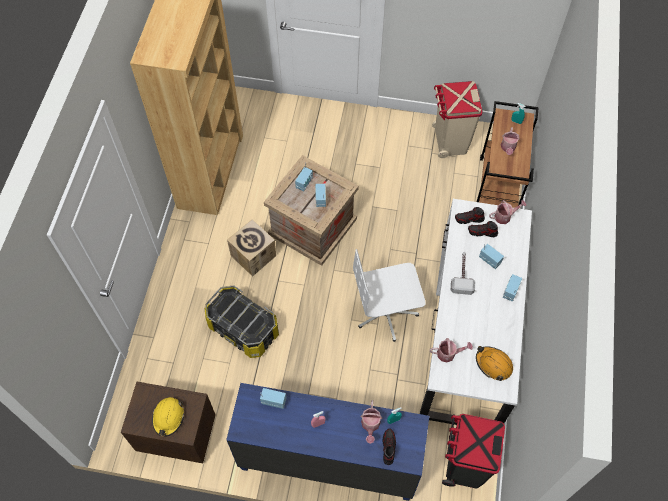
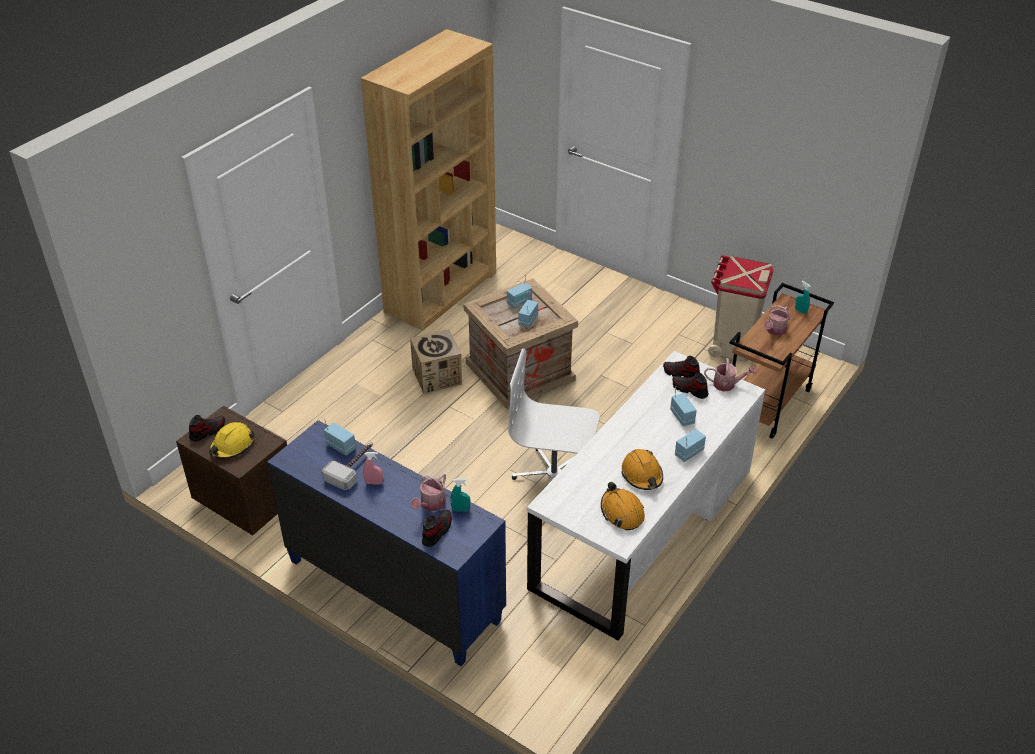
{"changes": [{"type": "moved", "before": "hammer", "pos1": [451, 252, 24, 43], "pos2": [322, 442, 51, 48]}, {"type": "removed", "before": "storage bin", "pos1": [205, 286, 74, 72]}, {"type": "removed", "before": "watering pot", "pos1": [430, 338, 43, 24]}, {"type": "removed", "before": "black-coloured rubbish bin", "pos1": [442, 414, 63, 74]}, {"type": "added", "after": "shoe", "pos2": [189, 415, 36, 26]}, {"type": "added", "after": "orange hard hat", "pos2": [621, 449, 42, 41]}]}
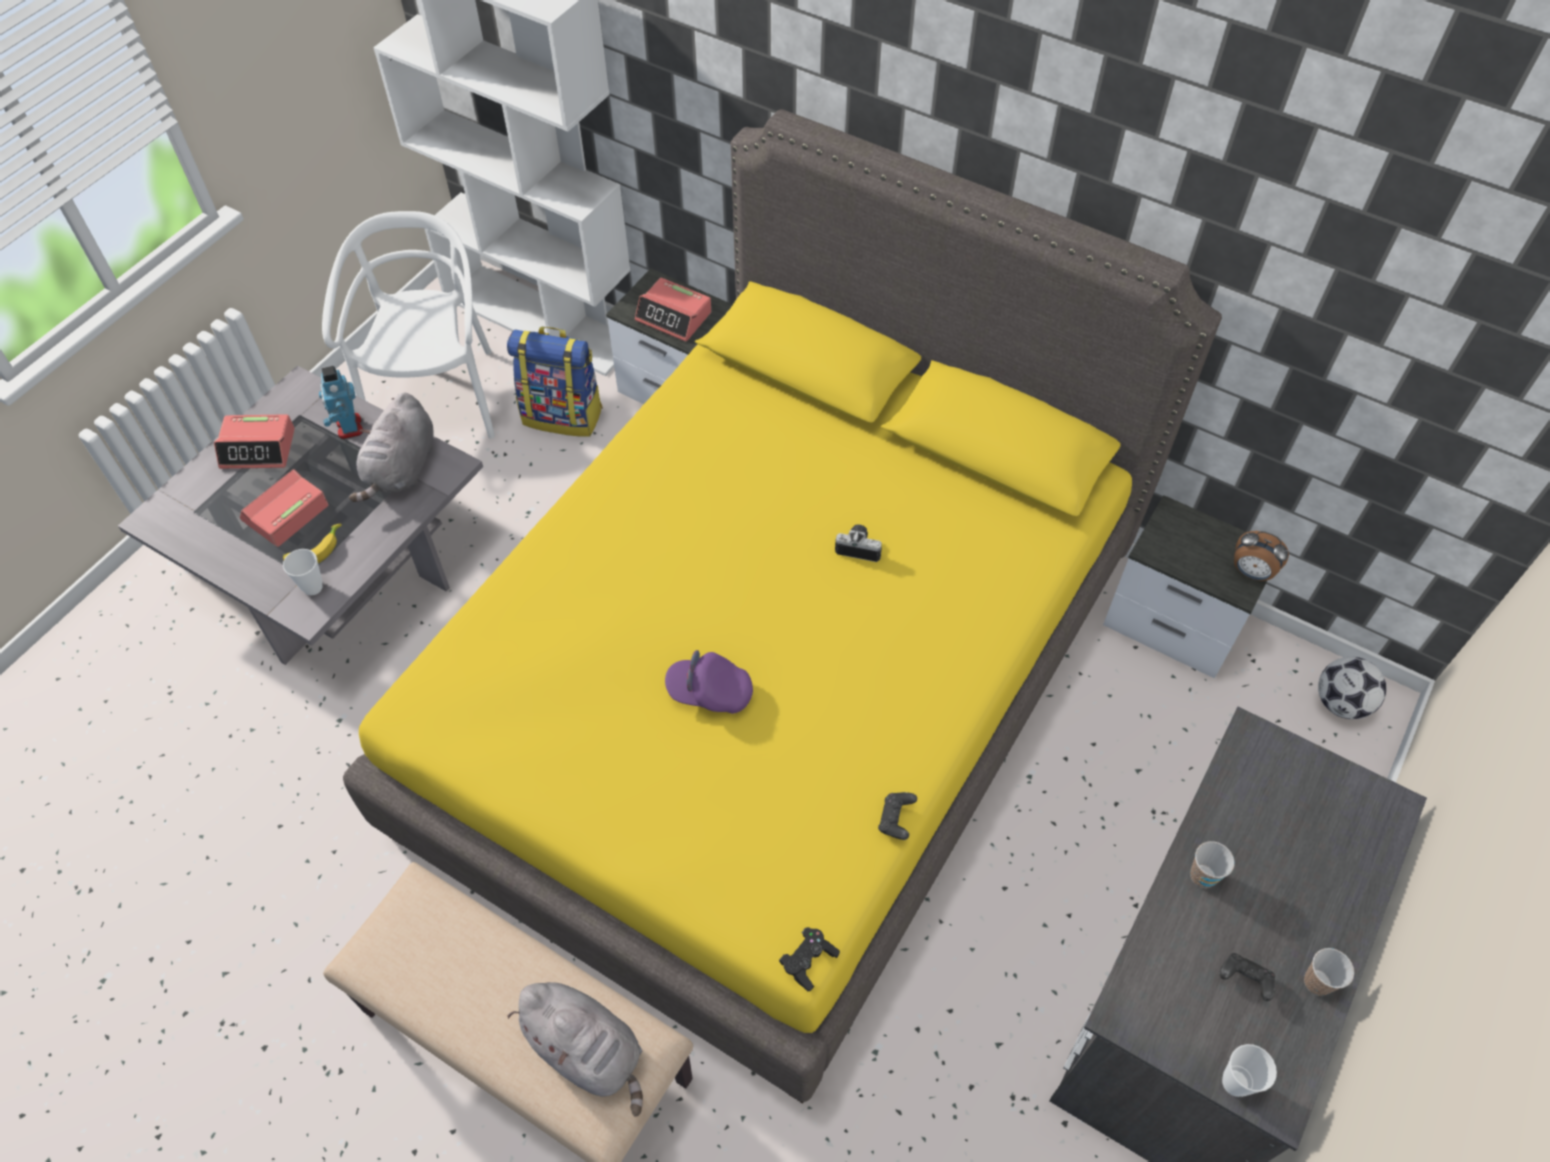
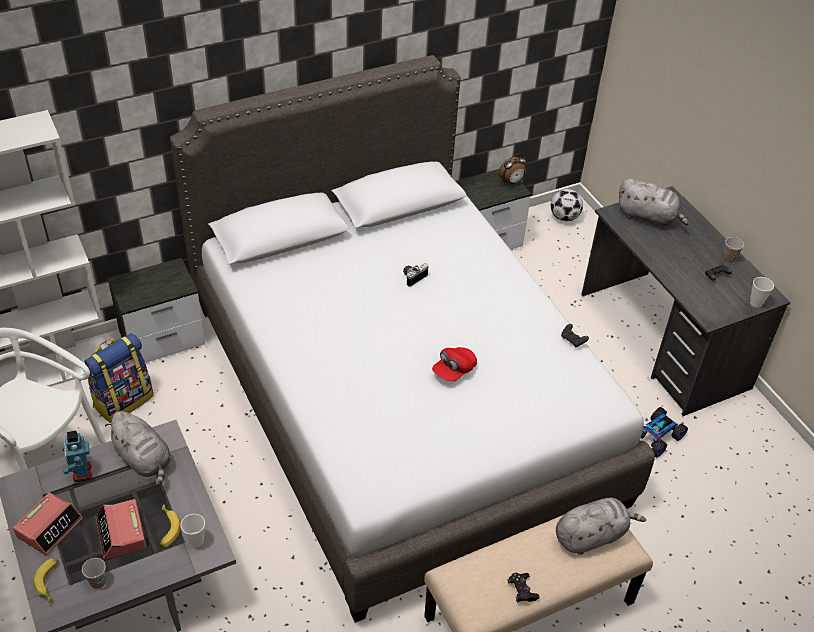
{"changes": [{"type": "recoloured", "before": "yellowish sleeping bed", "after": "greyish sleeping bed", "pos1": [343, 109, 879, 995], "pos2": [170, 55, 485, 568]}, {"type": "removed", "before": "bedside clock", "pos1": [635, 278, 76, 64]}, {"type": "turned", "before": "toy robot", "pos1": [319, 366, 44, 73], "pos2": [62, 431, 30, 51], "turn": 60}, {"type": "recoloured", "before": "purple cap", "after": "reddish cap", "pos1": [665, 650, 88, 64], "pos2": [432, 347, 45, 34]}, {"type": "moved", "before": "small cup", "pos1": [1190, 841, 45, 47], "pos2": [82, 558, 24, 31]}, {"type": "moved", "before": "black-coloured game controller", "pos1": [779, 927, 61, 65], "pos2": [507, 573, 32, 30]}, {"type": "added", "after": "greyish cuddly toy", "pos2": [618, 178, 71, 49]}, {"type": "added", "after": "miniature car", "pos2": [641, 407, 47, 50]}, {"type": "added", "after": "banana fruit", "pos2": [33, 558, 26, 45]}]}
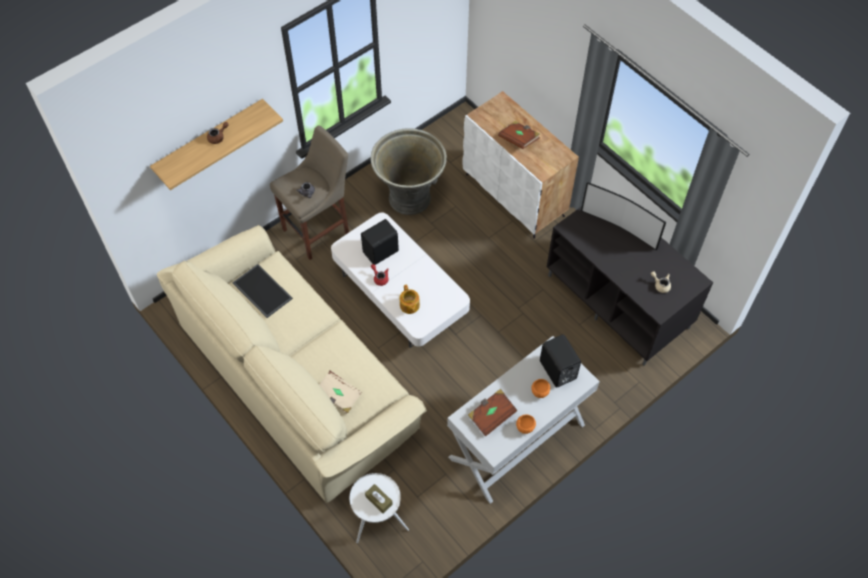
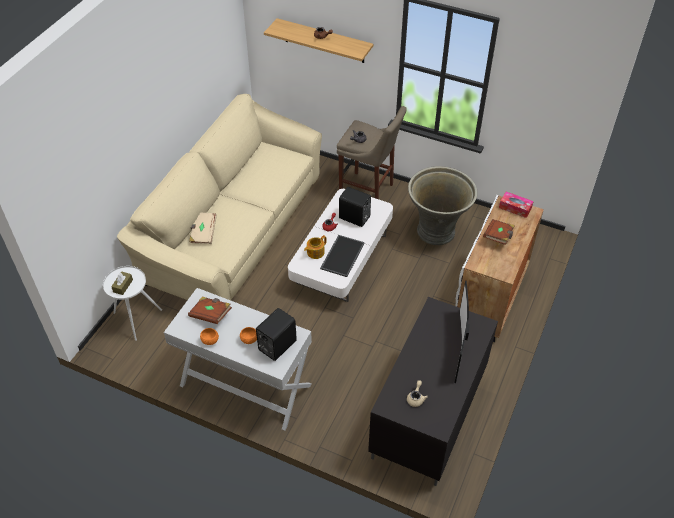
{"changes": [{"type": "moved", "before": "carrying tray", "pos1": [232, 264, 61, 54], "pos2": [320, 235, 45, 42]}, {"type": "added", "after": "tissue holder", "pos2": [499, 192, 35, 26]}]}
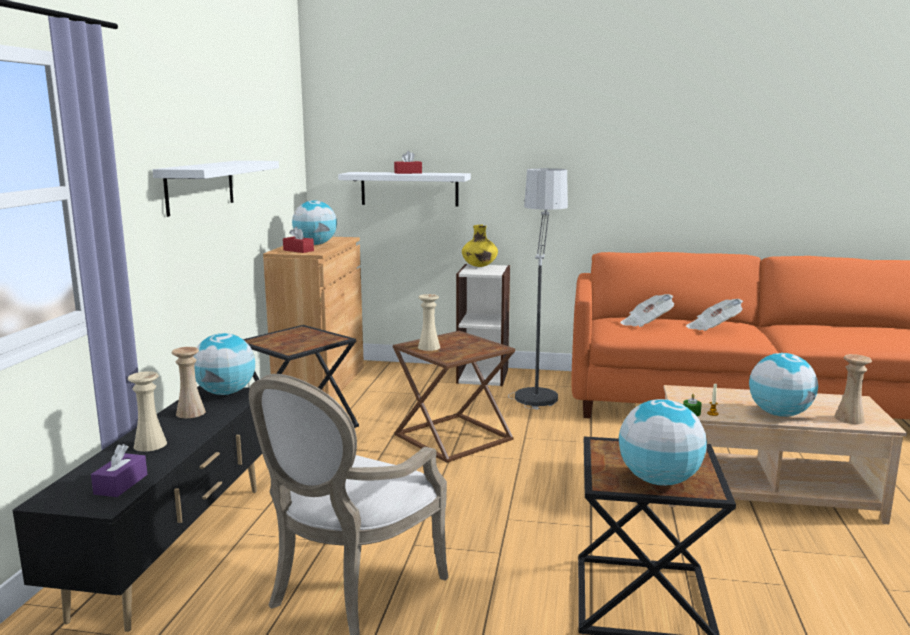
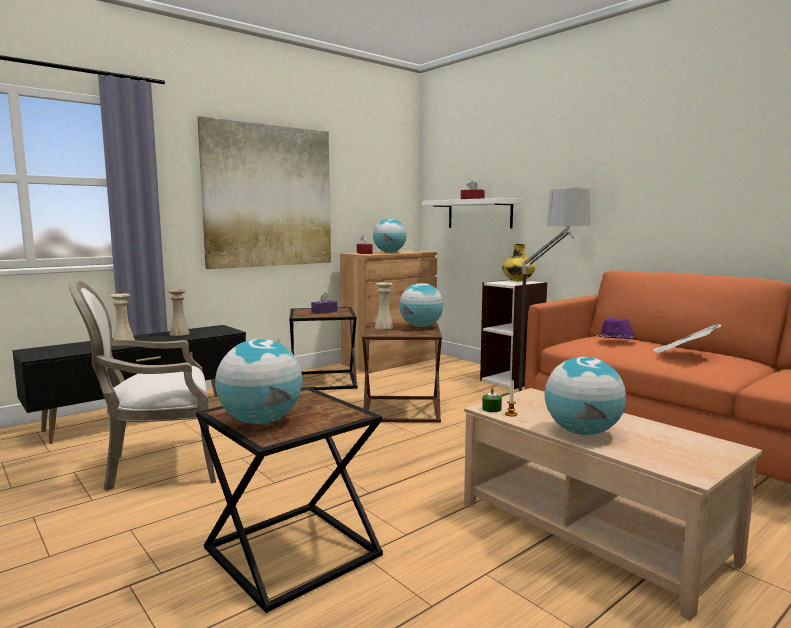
{"changes": [{"type": "replaced", "before": "whitish wall shelf", "after": "picture", "pos1": [152, 161, 127, 56], "pos2": [197, 116, 134, 153]}, {"type": "replaced", "before": "daily paper", "after": "purple hat", "pos1": [620, 294, 54, 33], "pos2": [597, 318, 42, 22]}, {"type": "moved", "before": "world globe", "pos1": [193, 333, 62, 62], "pos2": [399, 283, 44, 44]}, {"type": "removed", "before": "beige-coloured decorative vase", "pos1": [834, 354, 38, 70]}, {"type": "moved", "before": "purple tissue holder", "pos1": [91, 444, 56, 53], "pos2": [311, 292, 26, 22]}]}
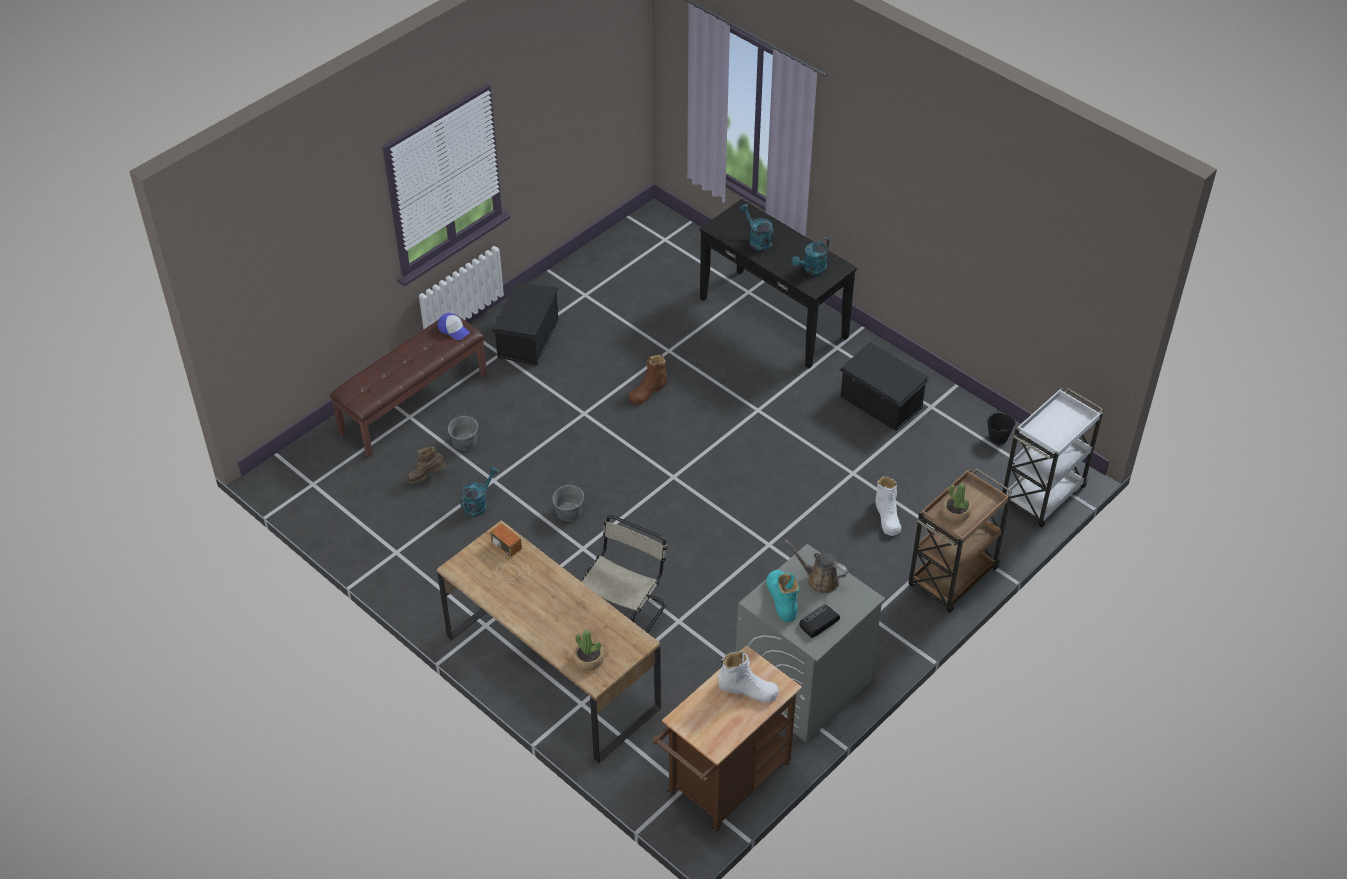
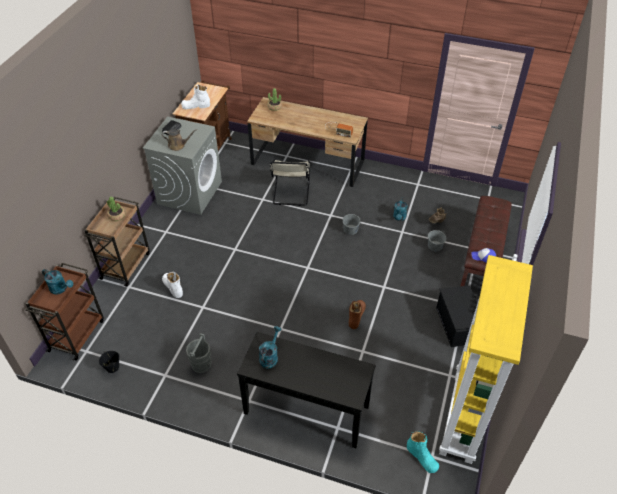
{"changes": [{"type": "moved", "before": "turquoise-coloured watering pot", "pos1": [740, 204, 34, 47], "pos2": [42, 269, 31, 26]}, {"type": "replaced", "before": "black-coloured storage bin", "after": "greyish pail", "pos1": [839, 342, 90, 89], "pos2": [186, 333, 25, 40]}, {"type": "recoloured", "before": "whitish wheeled cart", "after": "brown-coloured wheeled cart", "pos1": [1002, 388, 102, 140], "pos2": [25, 263, 79, 98]}, {"type": "moved", "before": "turquoise-coloured boot", "pos1": [766, 570, 33, 52], "pos2": [407, 431, 32, 42]}, {"type": "added", "after": "yellowish shelving unit", "pos2": [439, 255, 94, 209]}]}
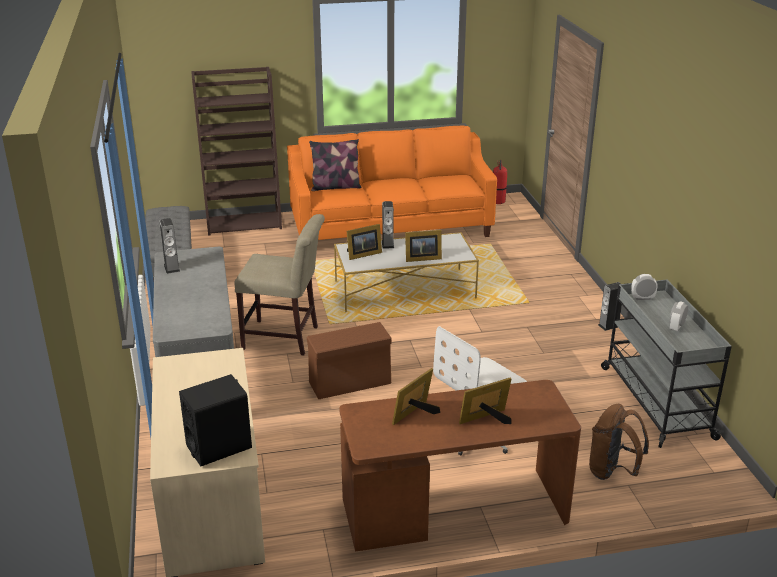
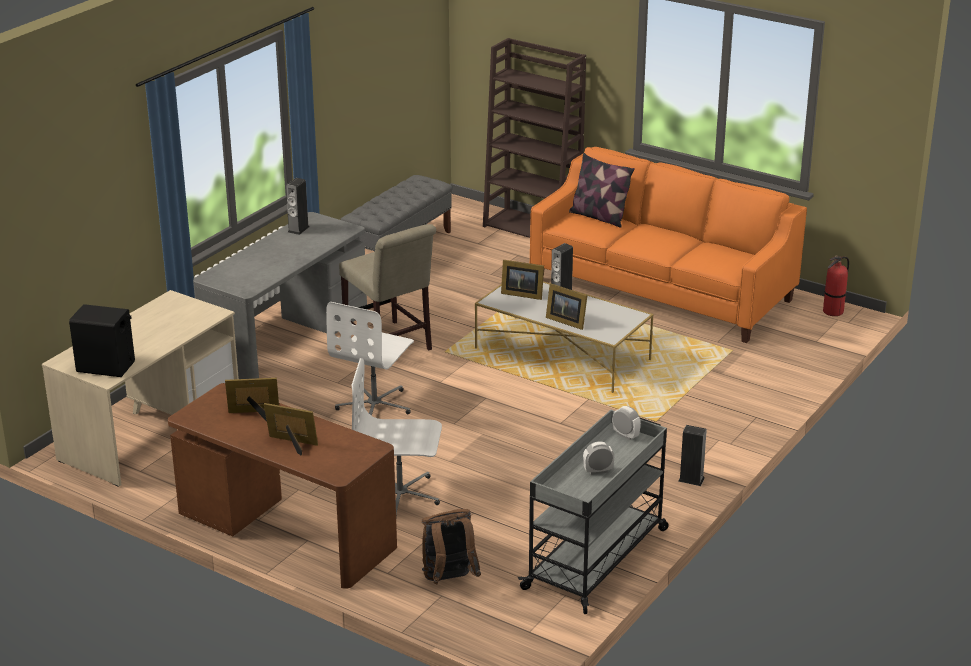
{"changes": [{"type": "replaced", "before": "brown-coloured storage bin", "after": "whitish desk chair", "pos1": [307, 322, 85, 77], "pos2": [326, 302, 88, 114]}]}
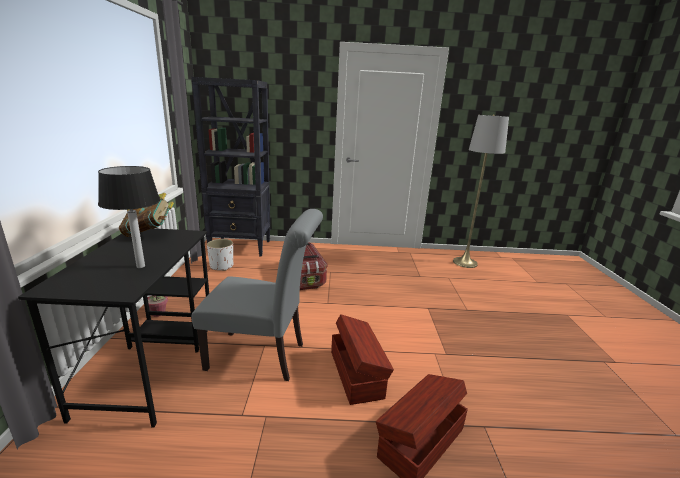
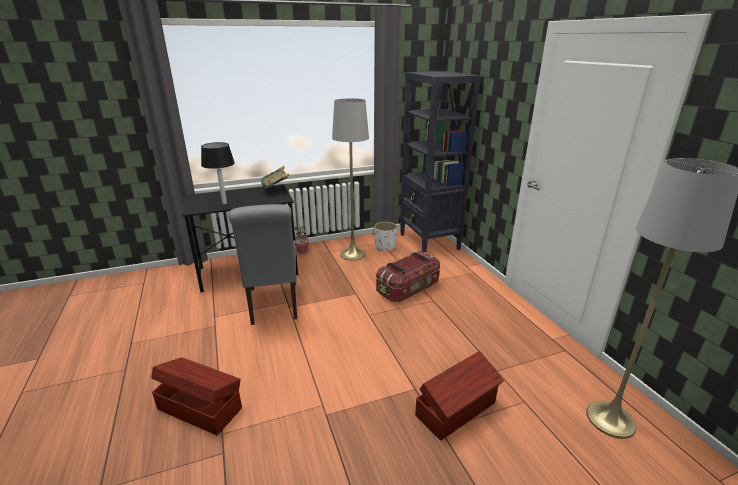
{"changes": [{"type": "moved", "before": "brown-coloured storage bin", "pos1": [331, 314, 63, 91], "pos2": [415, 351, 89, 90]}, {"type": "added", "after": "greyish floor lamp", "pos2": [332, 98, 37, 163]}]}
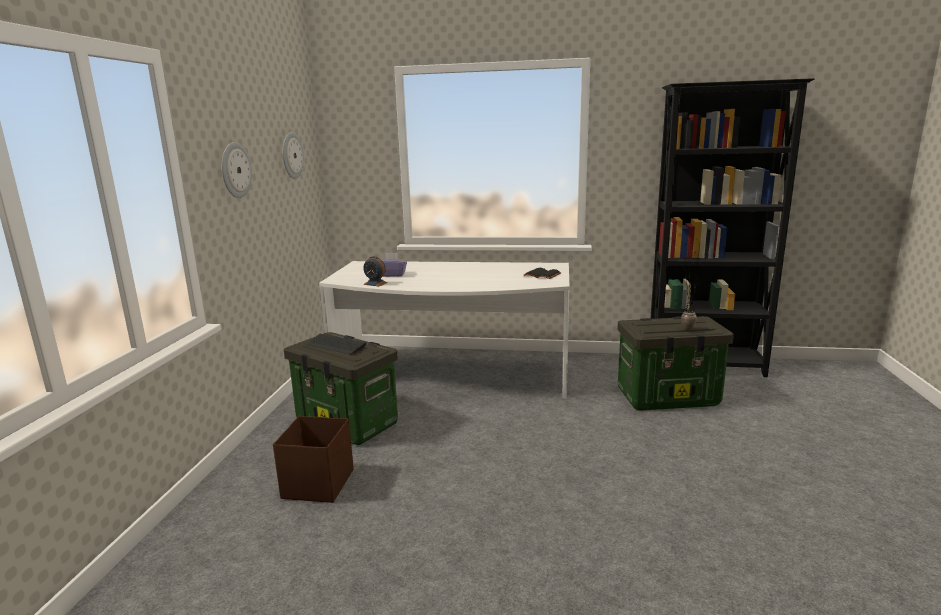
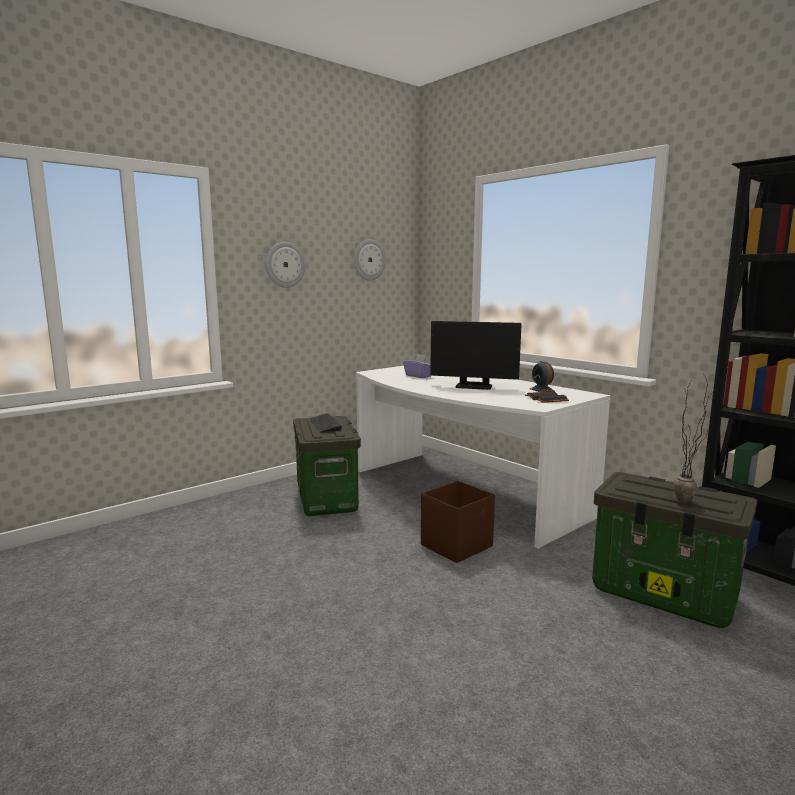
{"changes": [{"type": "moved", "before": "bedside clock", "pos1": [363, 256, 25, 30], "pos2": [530, 361, 25, 31]}, {"type": "moved", "before": "brown-coloured storage bin", "pos1": [273, 416, 81, 87], "pos2": [421, 481, 74, 82]}, {"type": "added", "after": "computer screen", "pos2": [430, 321, 92, 69]}]}
